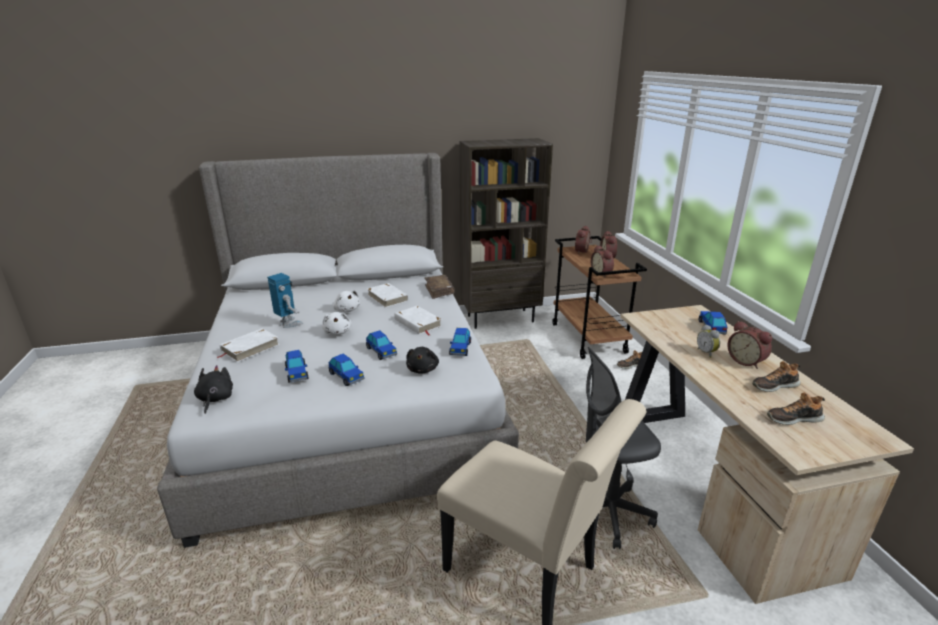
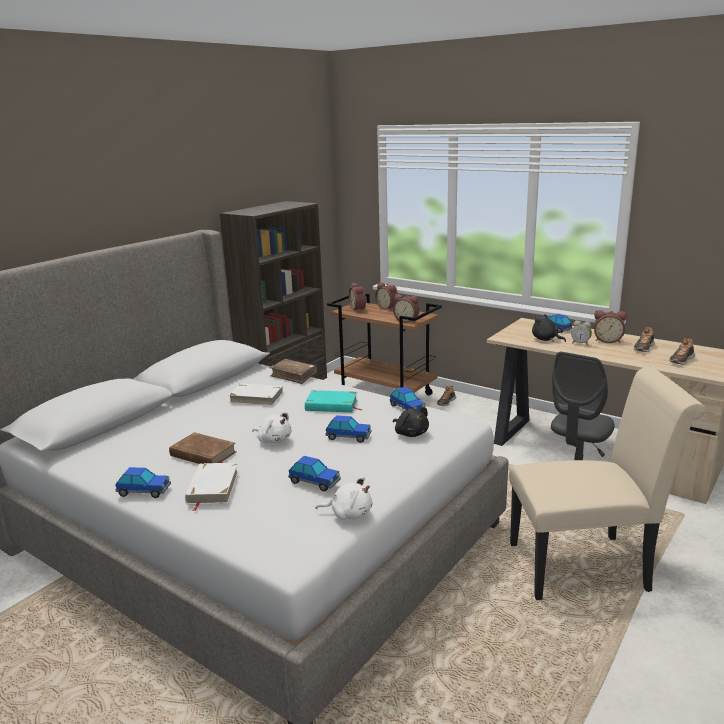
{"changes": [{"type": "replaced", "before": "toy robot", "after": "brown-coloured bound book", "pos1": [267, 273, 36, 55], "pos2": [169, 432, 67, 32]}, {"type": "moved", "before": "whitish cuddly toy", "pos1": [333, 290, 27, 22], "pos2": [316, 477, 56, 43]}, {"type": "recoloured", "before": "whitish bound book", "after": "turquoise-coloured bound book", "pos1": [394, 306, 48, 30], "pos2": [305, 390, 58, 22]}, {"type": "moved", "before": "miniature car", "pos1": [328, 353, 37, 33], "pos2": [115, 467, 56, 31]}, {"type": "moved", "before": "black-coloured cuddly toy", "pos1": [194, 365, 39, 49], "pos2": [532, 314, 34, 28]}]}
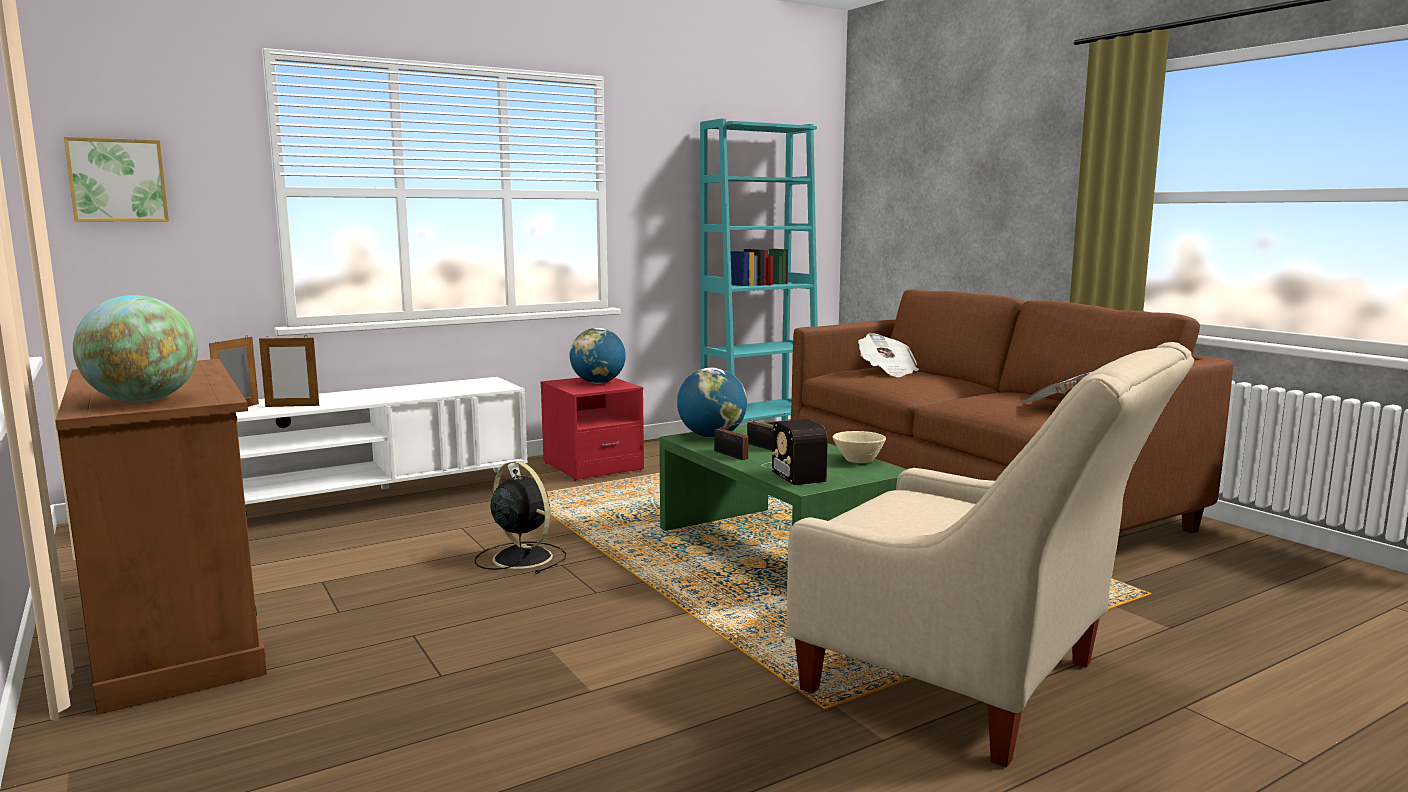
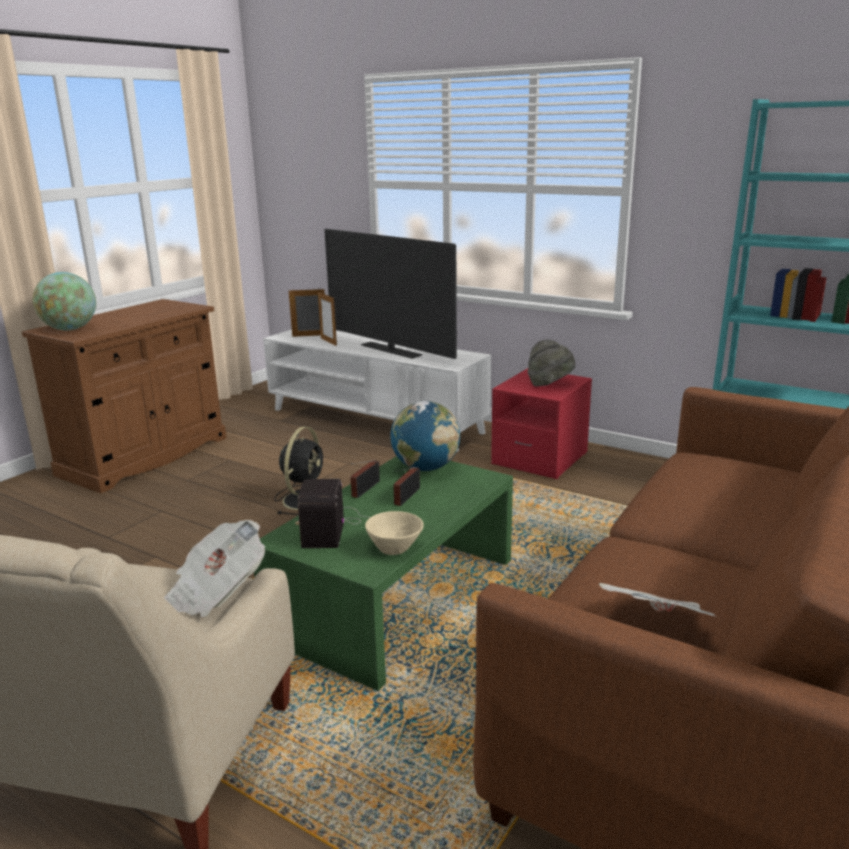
{"changes": [{"type": "removed", "before": "picture", "pos1": [64, 137, 105, 85]}, {"type": "replaced", "before": "world globe", "after": "greyish hat", "pos1": [570, 328, 56, 56], "pos2": [528, 340, 47, 46]}, {"type": "moved", "before": "daily paper", "pos1": [858, 333, 61, 44], "pos2": [164, 520, 101, 97]}, {"type": "turned", "before": "radio set", "pos1": [762, 419, 66, 66], "pos2": [295, 479, 76, 69], "turn": -45}, {"type": "added", "after": "TV set", "pos2": [324, 229, 133, 130]}]}
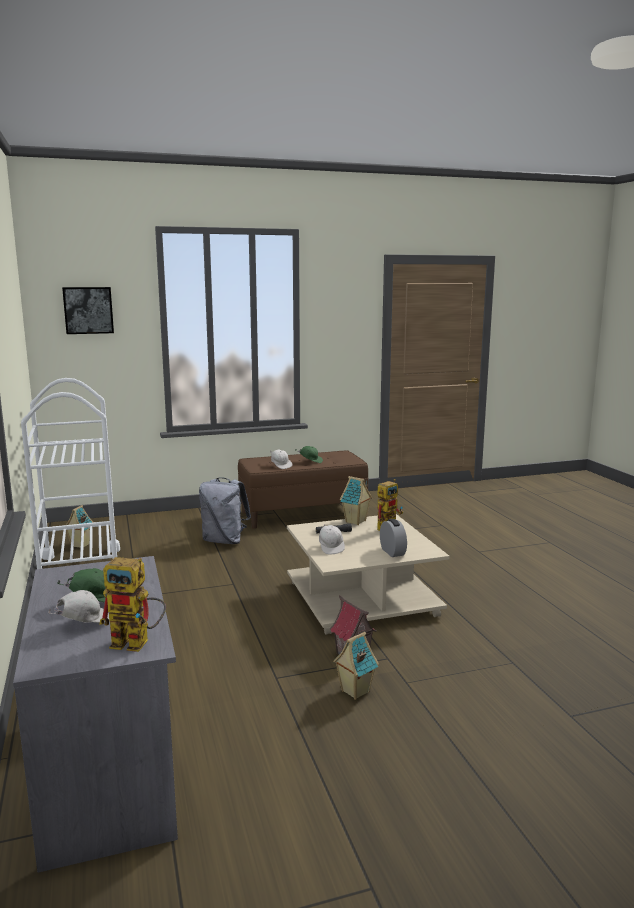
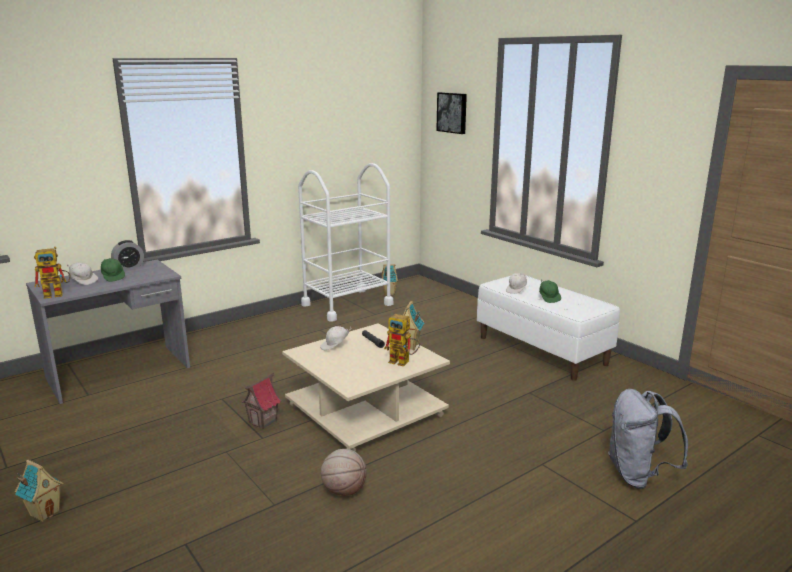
{"changes": [{"type": "recoloured", "before": "brown-coloured long seat", "after": "whitish long seat", "pos1": [238, 450, 130, 79], "pos2": [477, 275, 143, 106]}, {"type": "moved", "before": "greyish knapsack", "pos1": [199, 477, 52, 67], "pos2": [608, 389, 80, 100]}, {"type": "moved", "before": "bedside clock", "pos1": [380, 519, 27, 38], "pos2": [111, 240, 33, 30]}, {"type": "turned", "before": "toy robot", "pos1": [99, 557, 67, 95], "pos2": [34, 247, 36, 52], "turn": -105}, {"type": "moved", "before": "miniature house", "pos1": [333, 632, 46, 68], "pos2": [15, 460, 49, 62]}, {"type": "added", "after": "basketball", "pos2": [321, 449, 46, 47]}]}
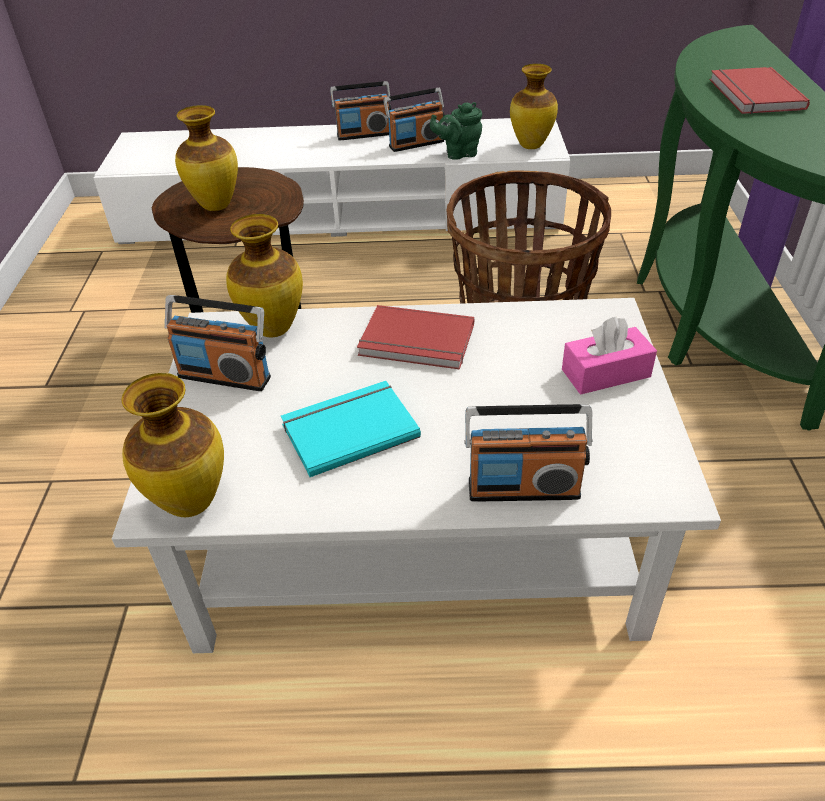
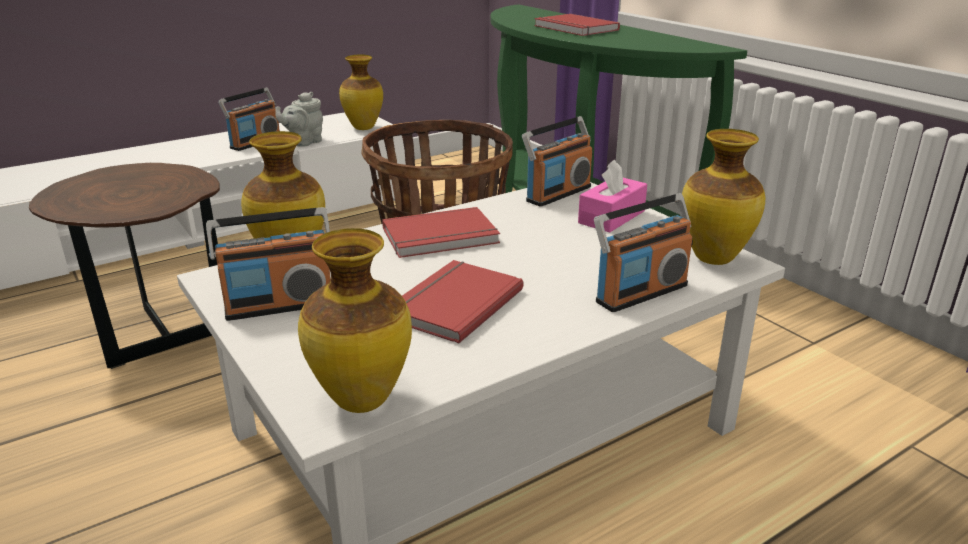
{"changes": [{"type": "moved", "before": "radio set", "pos1": [330, 81, 61, 60], "pos2": [522, 116, 71, 91]}, {"type": "recoloured", "before": "green-coloured teapot", "after": "greyish teapot", "pos1": [430, 102, 52, 58], "pos2": [275, 92, 48, 55]}, {"type": "moved", "before": "decorative vase", "pos1": [175, 105, 63, 106], "pos2": [682, 129, 83, 136]}, {"type": "recoloured", "before": "turquoise-coloured bound book", "after": "reddish bound book", "pos1": [281, 381, 140, 96], "pos2": [402, 260, 121, 84]}]}
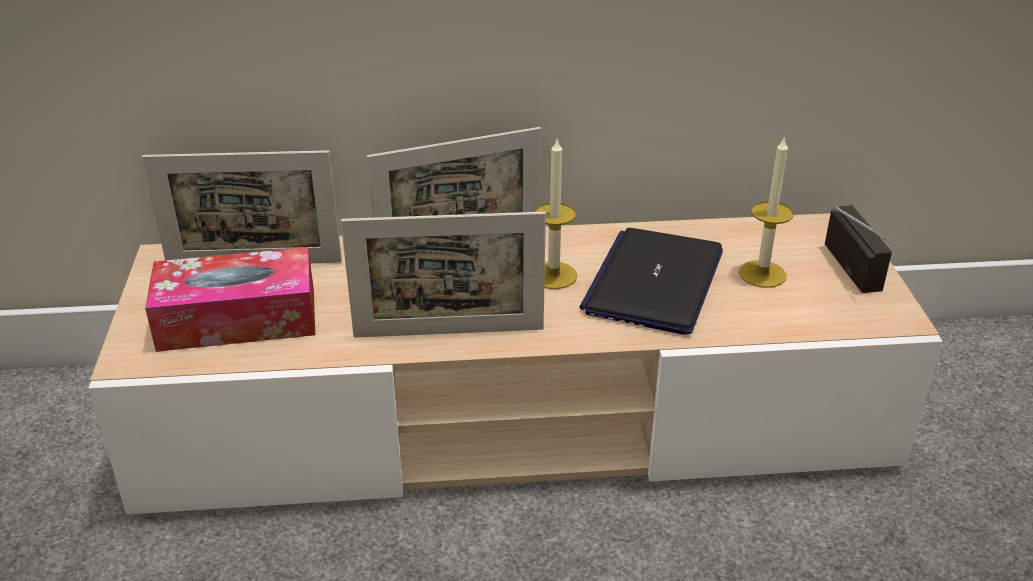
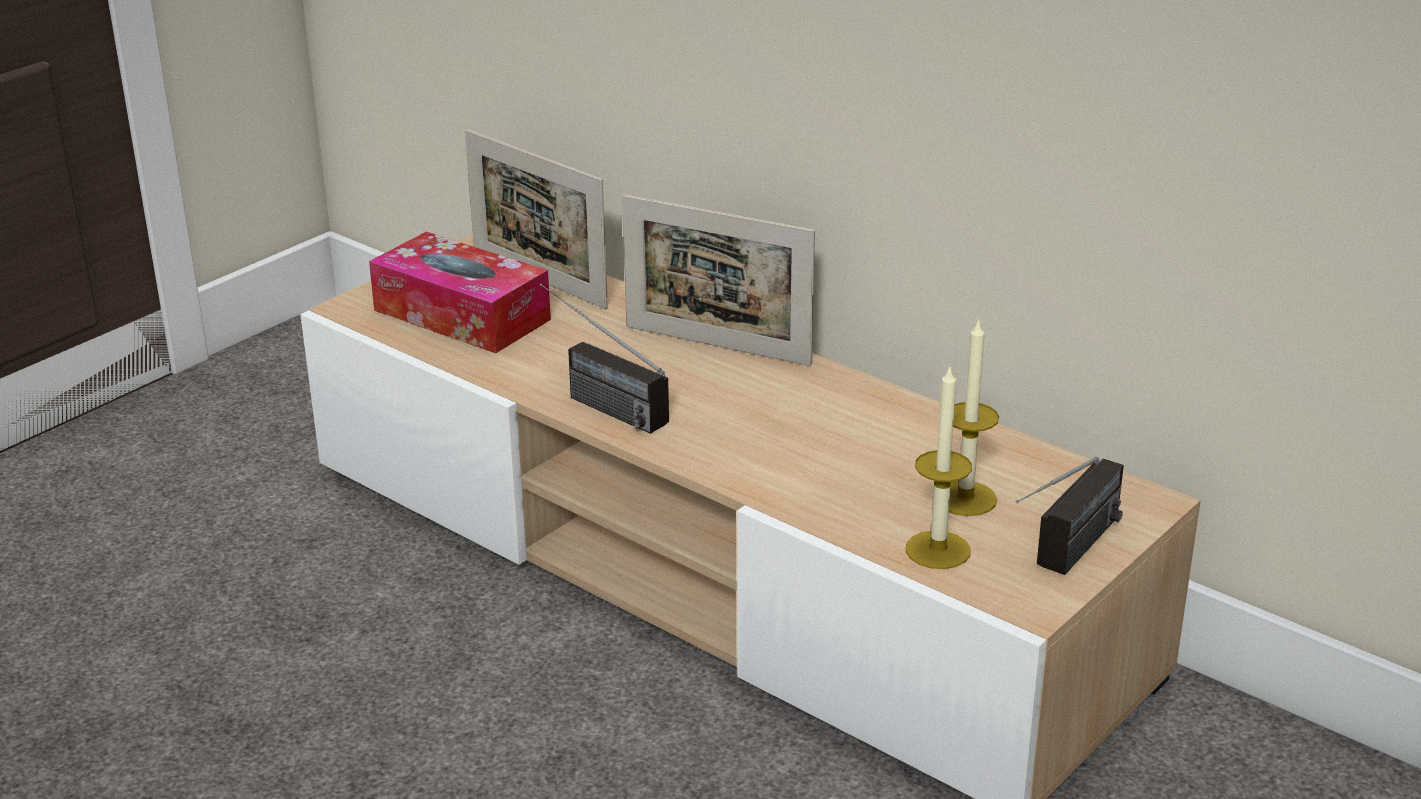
{"changes": [{"type": "moved", "before": "candle", "pos1": [535, 139, 42, 150], "pos2": [906, 364, 66, 205]}, {"type": "replaced", "before": "standing frame", "after": "radio set", "pos1": [341, 212, 205, 126], "pos2": [540, 283, 129, 151]}, {"type": "removed", "before": "notebook computer", "pos1": [579, 228, 144, 107]}]}
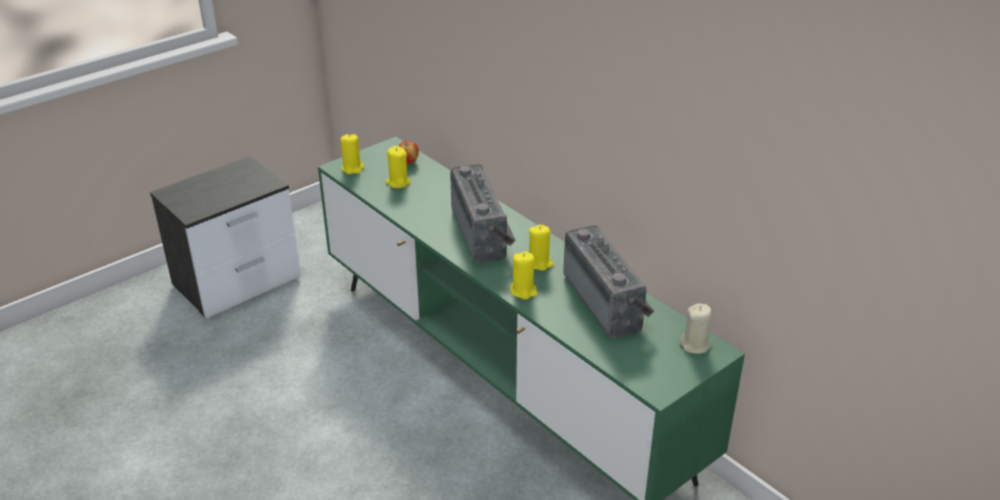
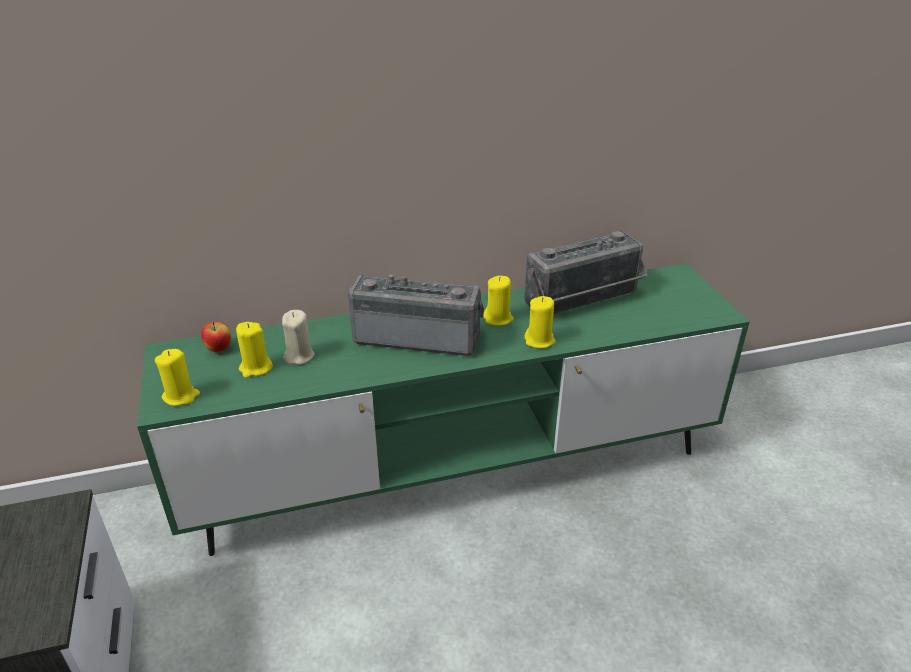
{"changes": [{"type": "turned", "before": "radio set", "pos1": [563, 225, 91, 113], "pos2": [524, 231, 124, 83], "turn": 150}, {"type": "moved", "before": "beige-coloured candle", "pos1": [680, 303, 32, 51], "pos2": [282, 310, 33, 55]}]}
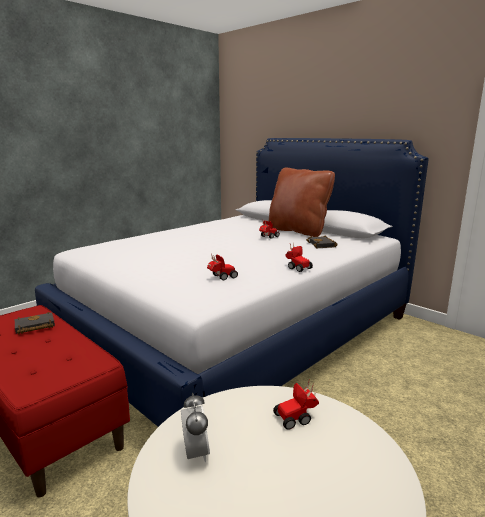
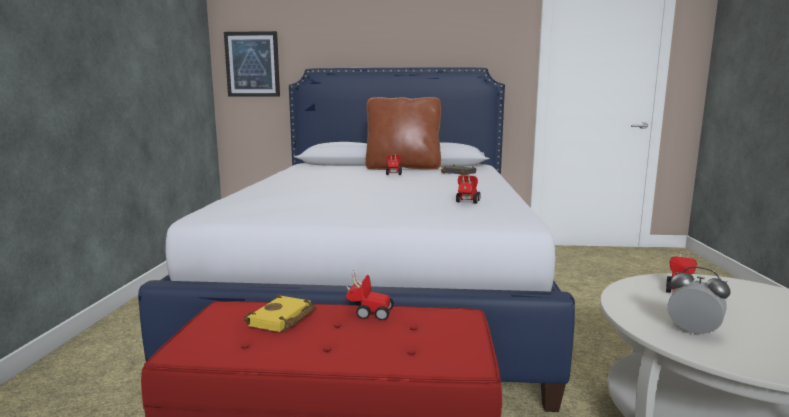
{"changes": [{"type": "moved", "before": "miniature car", "pos1": [285, 243, 28, 29], "pos2": [345, 270, 49, 50]}, {"type": "recoloured", "before": "black-coloured bound book", "after": "yellowish bound book", "pos1": [15, 312, 40, 22], "pos2": [244, 295, 72, 37]}, {"type": "added", "after": "picture", "pos2": [224, 31, 56, 66]}]}
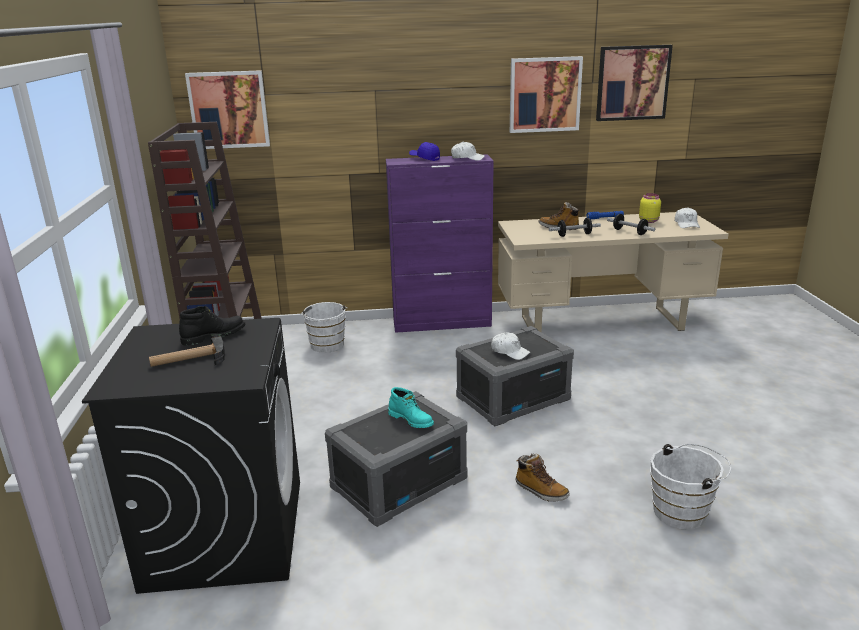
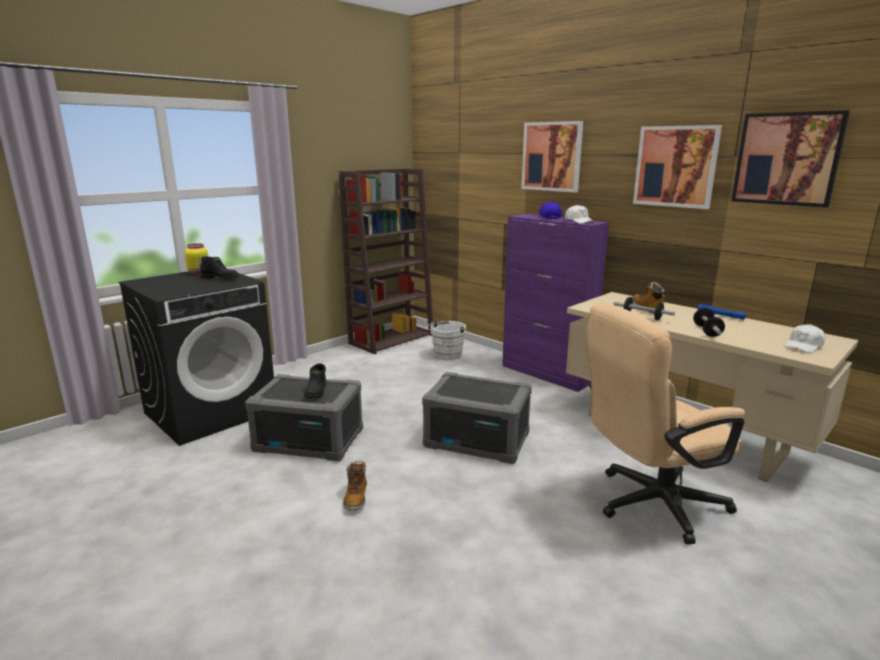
{"changes": [{"type": "moved", "before": "picture", "pos1": [185, 70, 85, 79], "pos2": [521, 121, 62, 71]}, {"type": "moved", "before": "yellowish preserve jar", "pos1": [639, 193, 22, 30], "pos2": [185, 243, 23, 31]}, {"type": "removed", "before": "whitish cap", "pos1": [491, 332, 39, 28]}, {"type": "removed", "before": "hammer", "pos1": [149, 335, 76, 32]}, {"type": "recoloured", "before": "turquoise-coloured boot", "after": "black-coloured boot", "pos1": [388, 387, 46, 41], "pos2": [304, 363, 23, 36]}, {"type": "removed", "before": "whitish pail", "pos1": [650, 444, 81, 86]}, {"type": "added", "after": "beige-coloured desk chair", "pos2": [586, 303, 159, 241]}]}
